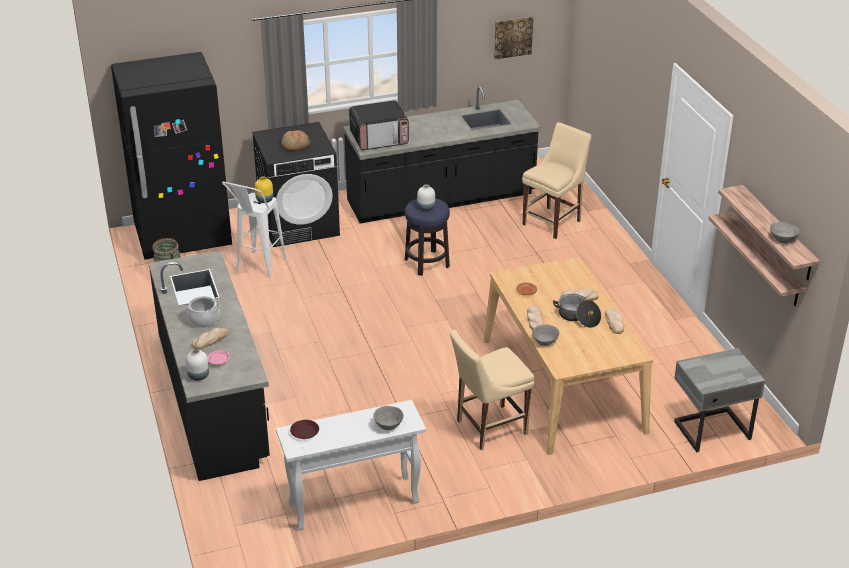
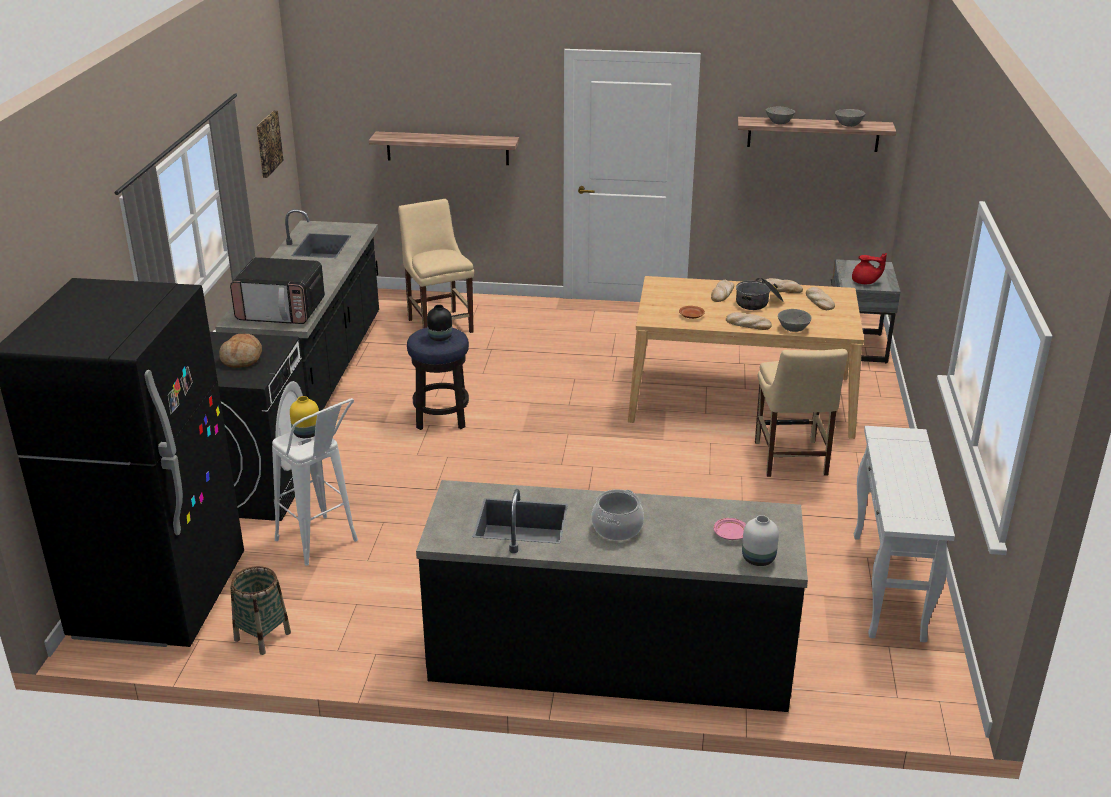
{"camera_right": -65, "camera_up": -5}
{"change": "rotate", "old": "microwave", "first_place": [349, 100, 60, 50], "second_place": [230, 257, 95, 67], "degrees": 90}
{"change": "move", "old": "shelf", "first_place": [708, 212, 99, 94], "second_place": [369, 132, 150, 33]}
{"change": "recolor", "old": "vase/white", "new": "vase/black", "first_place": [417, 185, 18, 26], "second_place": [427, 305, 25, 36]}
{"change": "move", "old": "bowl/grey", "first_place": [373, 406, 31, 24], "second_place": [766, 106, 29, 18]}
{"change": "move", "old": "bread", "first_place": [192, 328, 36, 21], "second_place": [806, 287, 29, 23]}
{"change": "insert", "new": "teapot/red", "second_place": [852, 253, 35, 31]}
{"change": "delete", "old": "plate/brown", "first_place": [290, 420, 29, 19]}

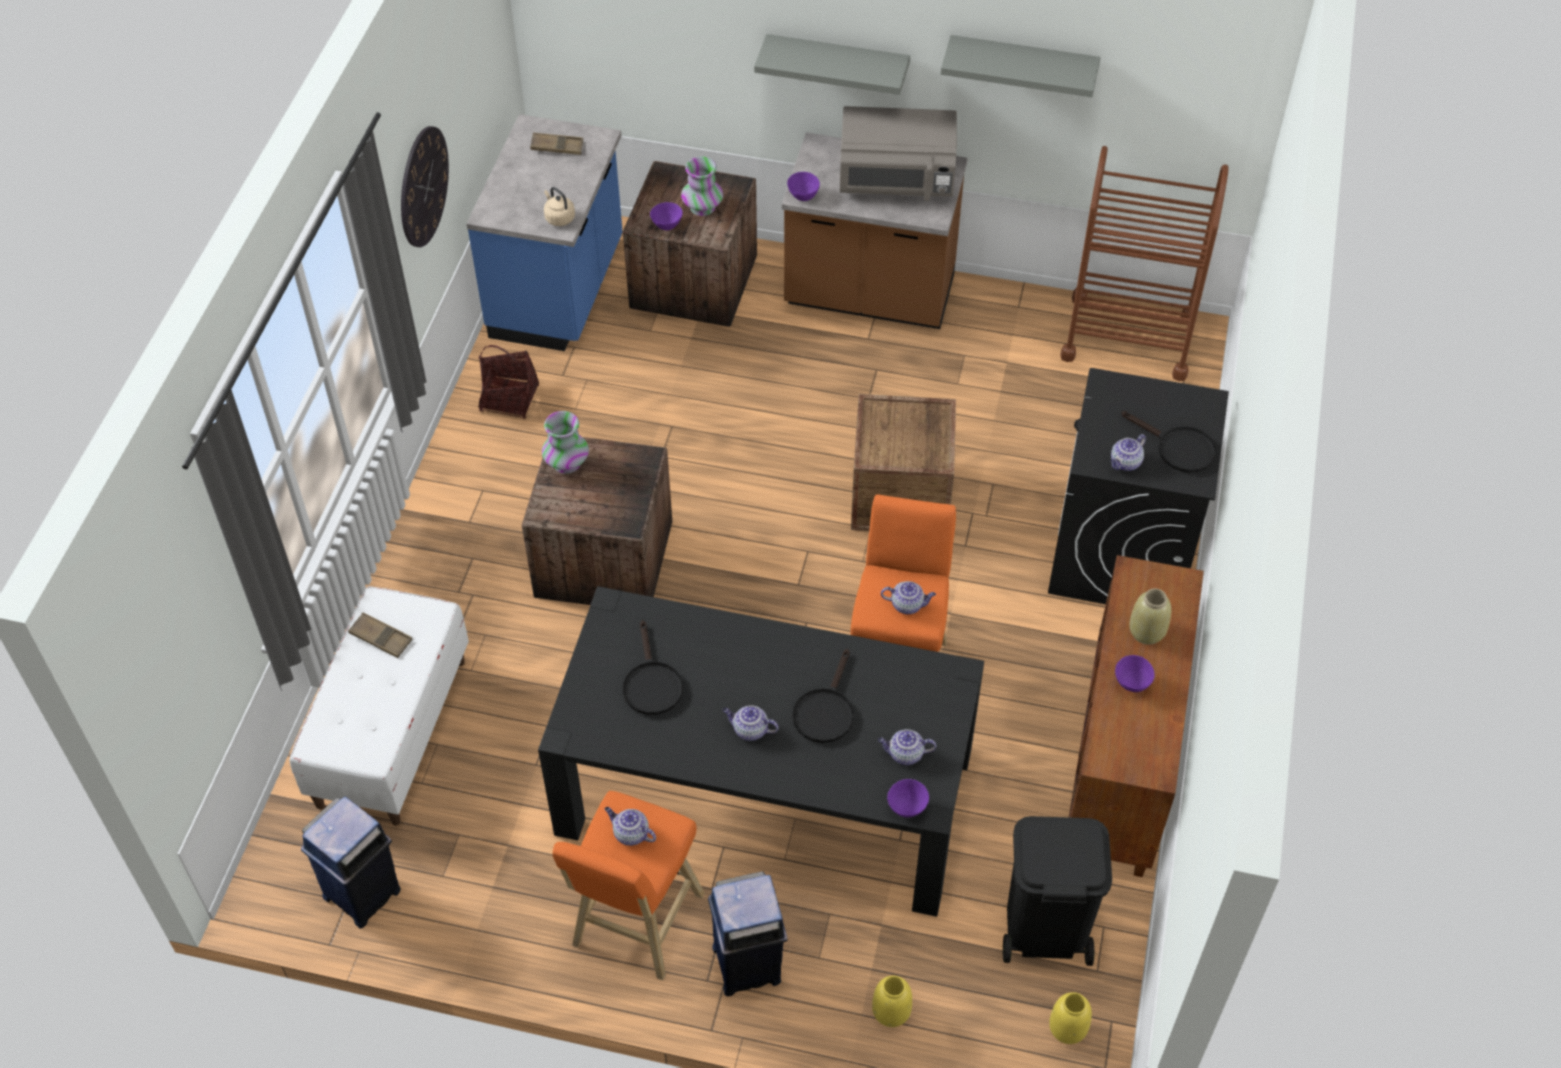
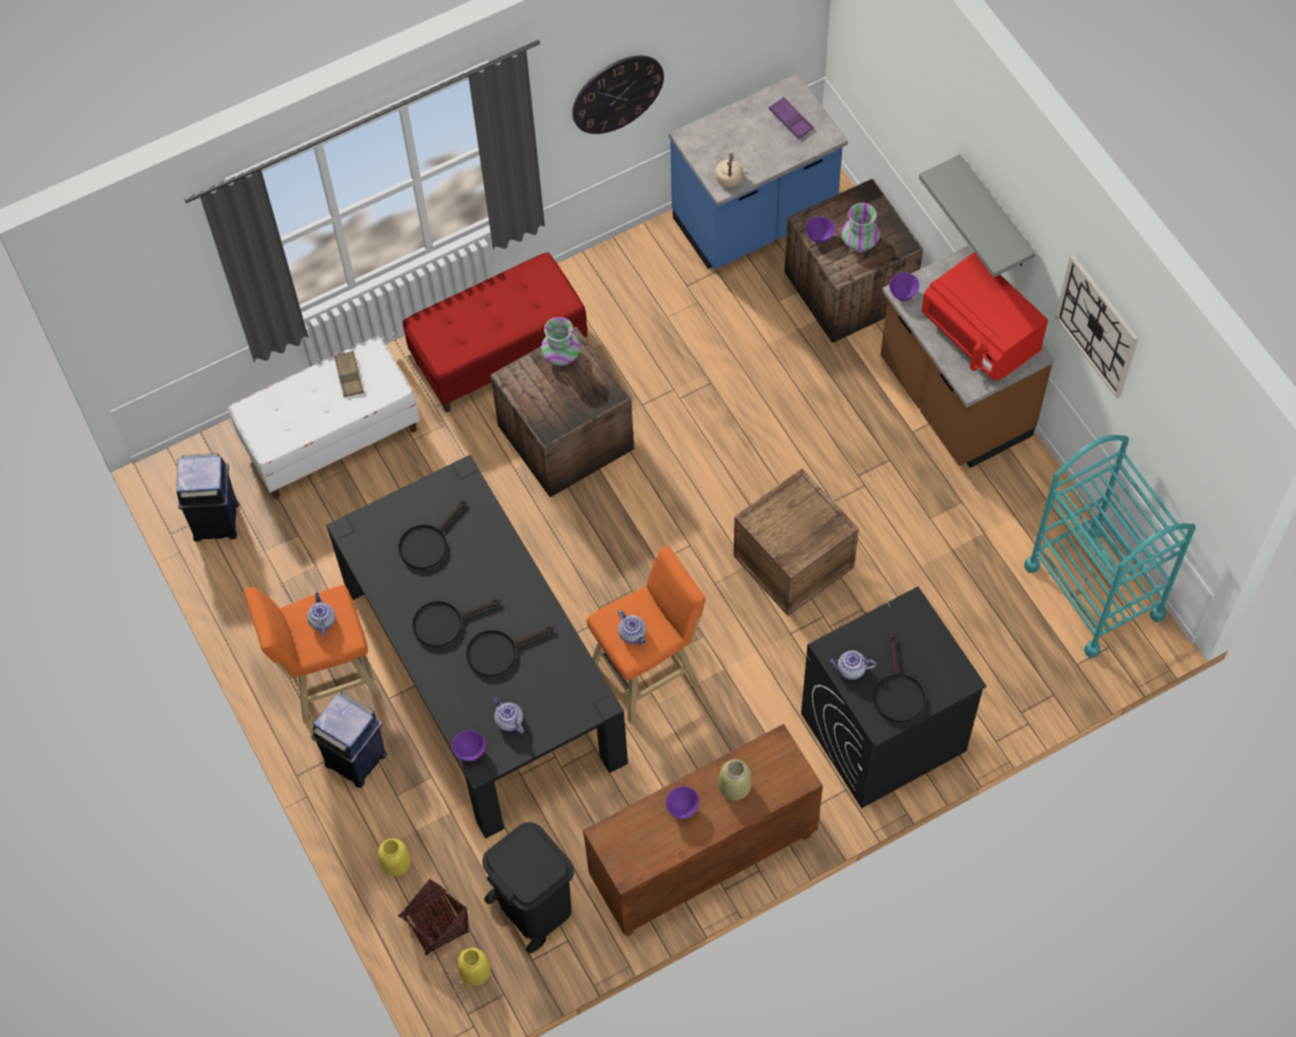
{"camera_right": 50, "camera_up": 10}
{"change": "move", "old": "basket", "first_place": [478, 345, 61, 74], "second_place": [398, 879, 71, 77]}
{"change": "insert", "new": "bench/red", "second_place": [403, 252, 185, 160]}
{"change": "replace", "old": "teapot", "new": "frying pan/black", "first_place": [723, 705, 55, 36], "second_place": [412, 599, 89, 48]}
{"change": "recolor", "old": "tray/brown", "new": "tray/purple", "first_place": [530, 132, 53, 23], "second_place": [769, 97, 45, 42]}
{"change": "recolor", "old": "microwave/grey", "new": "microwave/red", "first_place": [840, 106, 117, 95], "second_place": [922, 252, 126, 129]}
{"change": "recolor", "old": "cart/brown", "new": "cart/turquoise", "first_place": [1060, 146, 168, 235], "second_place": [1024, 435, 172, 223]}
{"change": "replace", "old": "shelf/grey", "new": "wall clock", "first_place": [941, 35, 160, 62], "second_place": [1055, 255, 84, 144]}

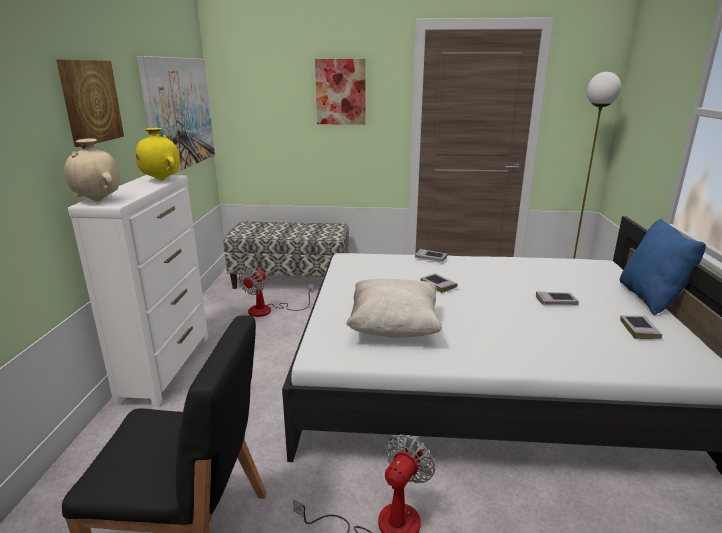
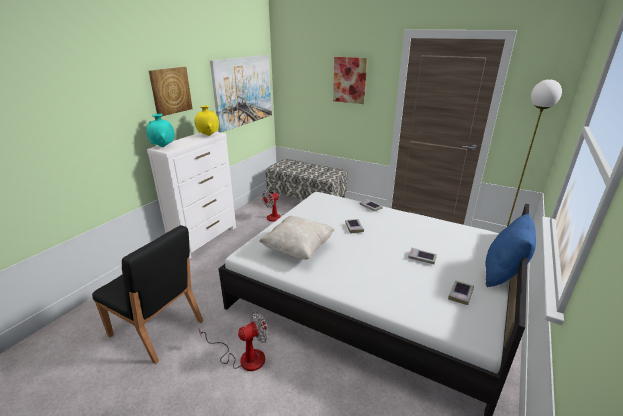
{"camera_right": 25, "camera_up": 5}
{"change": "recolor", "old": "vase/beige", "new": "vase/turquoise", "first_place": [64, 138, 56, 64], "second_place": [146, 114, 29, 33]}

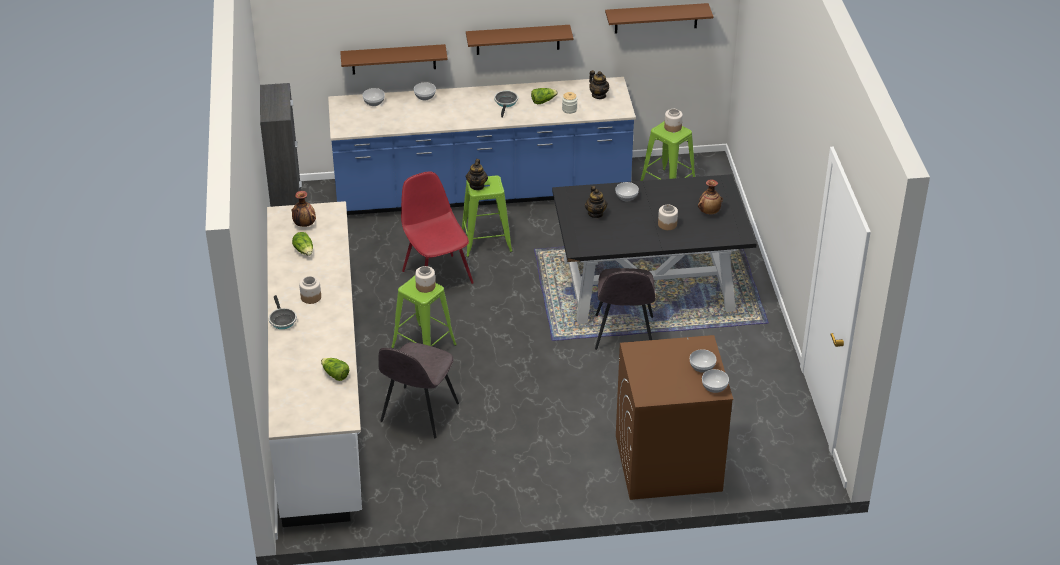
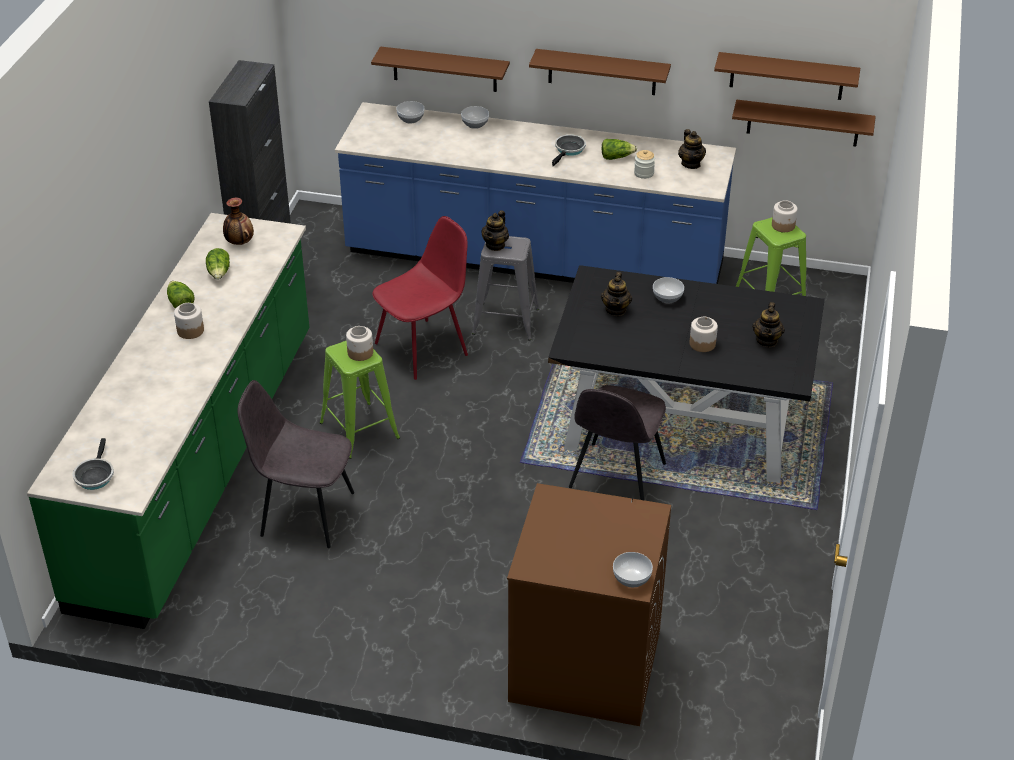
{"camera_right": 20, "camera_up": 0}
{"change": "recolor", "old": "counter/white", "new": "counter/green", "first_place": [267, 201, 95, 326], "second_place": [27, 213, 283, 416]}
{"change": "move", "old": "frying pan", "first_place": [269, 295, 28, 34], "second_place": [73, 438, 41, 52]}
{"change": "move", "old": "lettuce", "first_place": [321, 358, 28, 23], "second_place": [167, 281, 28, 28]}
{"change": "rotate", "old": "chair/grey", "first_place": [378, 342, 81, 96], "second_place": [238, 380, 116, 168], "degrees": 60}
{"change": "rotate", "old": "chair/red", "first_place": [401, 171, 73, 113], "second_place": [372, 216, 96, 164], "degrees": 60}
{"change": "recolor", "old": "stool/green", "new": "stool/grey", "first_place": [462, 175, 51, 82], "second_place": [472, 236, 67, 105]}
{"change": "insert", "new": "shelf/brown", "second_place": [732, 100, 144, 47]}
{"change": "replace", "old": "vase", "new": "teapot", "first_place": [698, 179, 25, 35], "second_place": [752, 302, 33, 45]}
{"change": "delete", "old": "bowl", "first_place": [690, 349, 26, 24]}

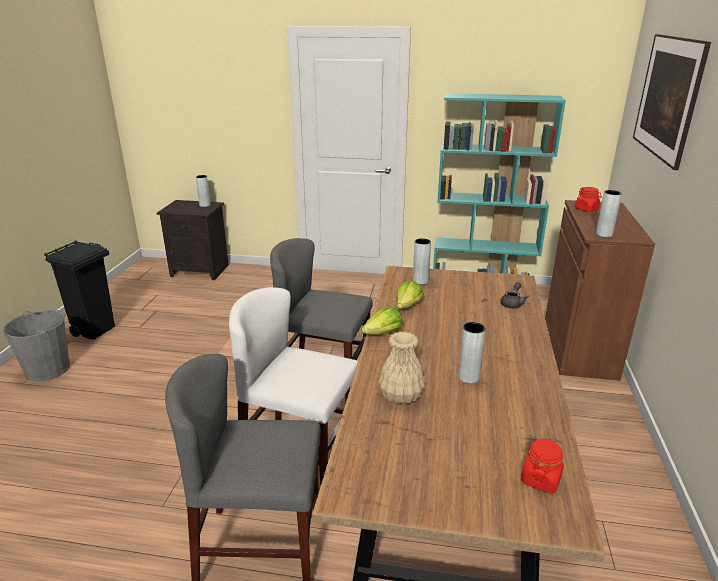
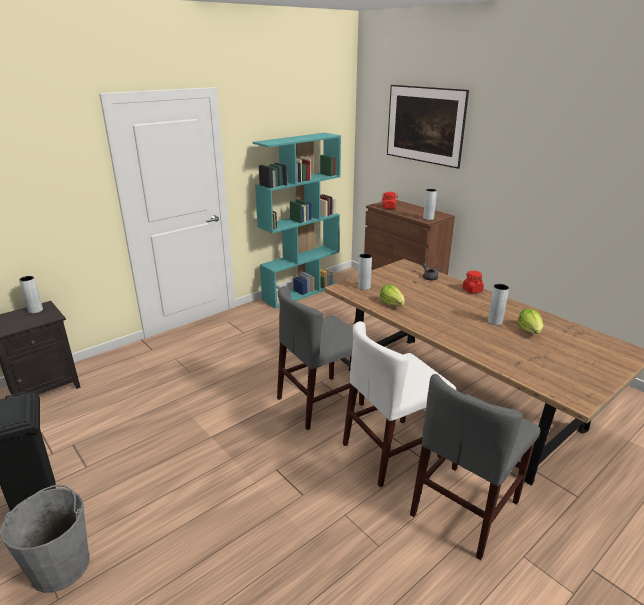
{"camera_right": -50, "camera_up": 0}
{"change": "move", "old": "jar/red", "first_place": [521, 438, 43, 56], "second_place": [462, 271, 22, 22]}
{"change": "move", "old": "lettuce", "first_place": [361, 307, 42, 28], "second_place": [517, 308, 27, 26]}
{"change": "delete", "old": "vase/beige", "first_place": [379, 332, 46, 72]}

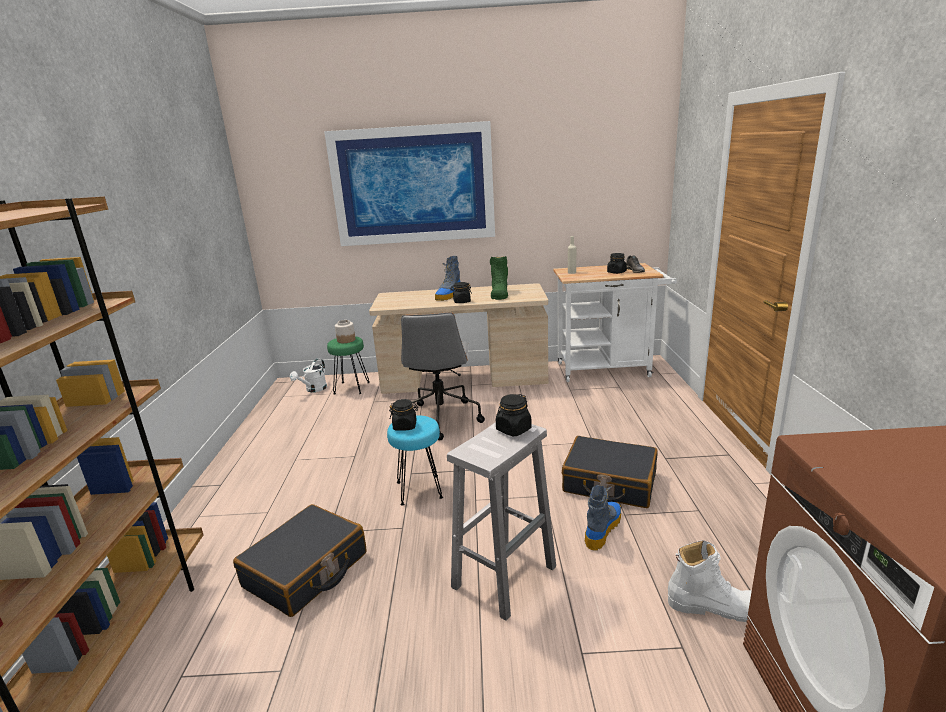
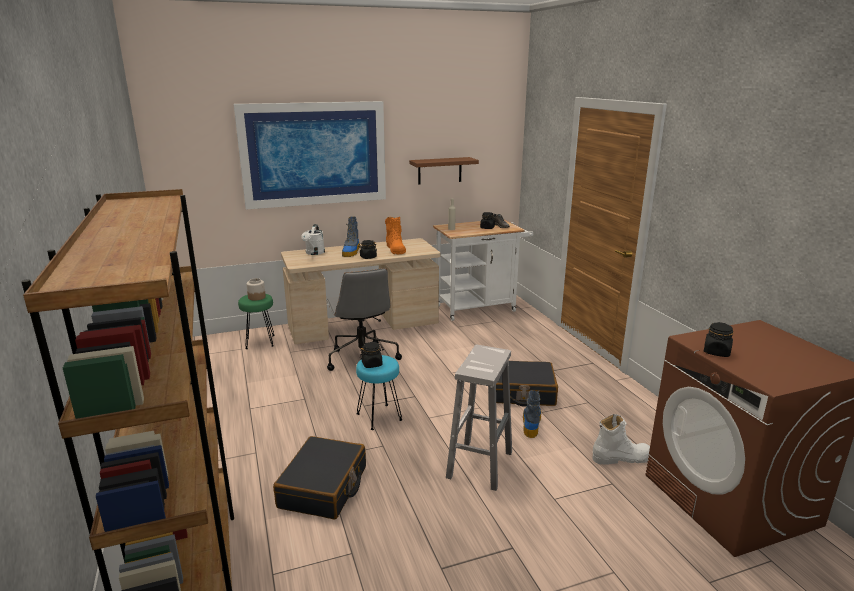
{"camera_right": -20, "camera_up": 0}
{"change": "move", "old": "watering can/white", "first_place": [290, 358, 37, 34], "second_place": [301, 224, 24, 31]}
{"change": "recolor", "old": "boot/green", "new": "boot/orange", "first_place": [490, 256, 18, 44], "second_place": [385, 217, 21, 37]}
{"change": "insert", "new": "shelf/brown", "second_place": [409, 157, 70, 28]}
{"change": "move", "old": "jar/black", "first_place": [496, 394, 36, 42], "second_place": [704, 322, 29, 35]}

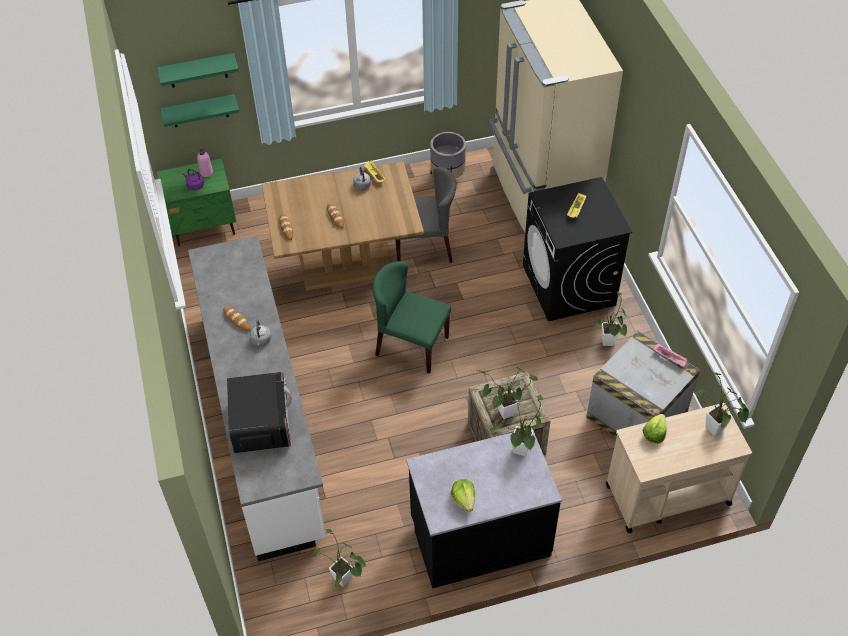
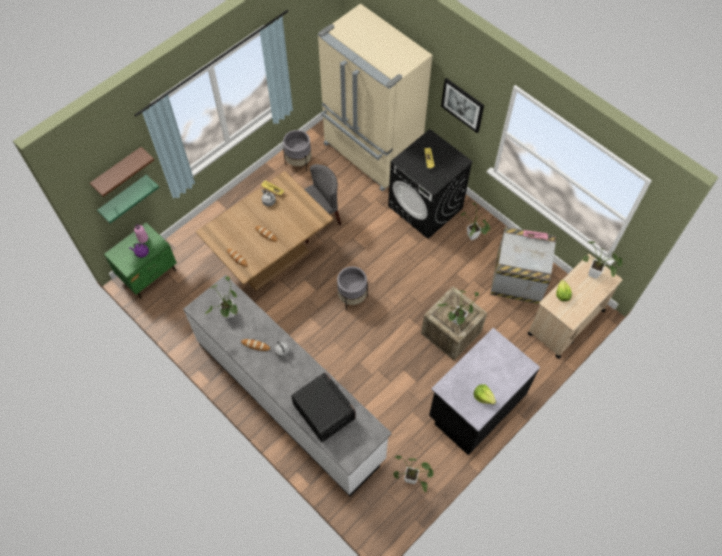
{"camera_right": -30, "camera_up": 10}
{"change": "recolor", "old": "shelf/green", "new": "shelf/brown", "first_place": [157, 53, 82, 35], "second_place": [90, 147, 64, 50]}
{"change": "move", "old": "potted plant", "first_place": [489, 395, 54, 61], "second_place": [205, 276, 33, 42]}
{"change": "replace", "old": "chair/green", "new": "planter/grey", "first_place": [373, 261, 78, 113], "second_place": [337, 266, 31, 44]}
{"change": "insert", "new": "picture", "second_place": [441, 78, 43, 55]}

